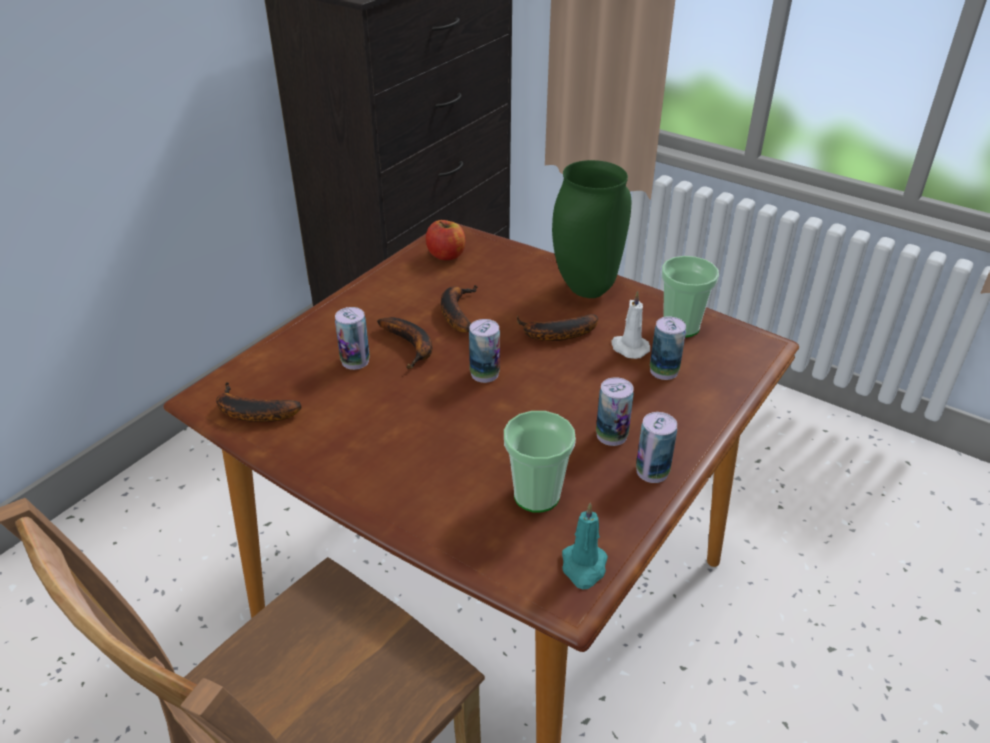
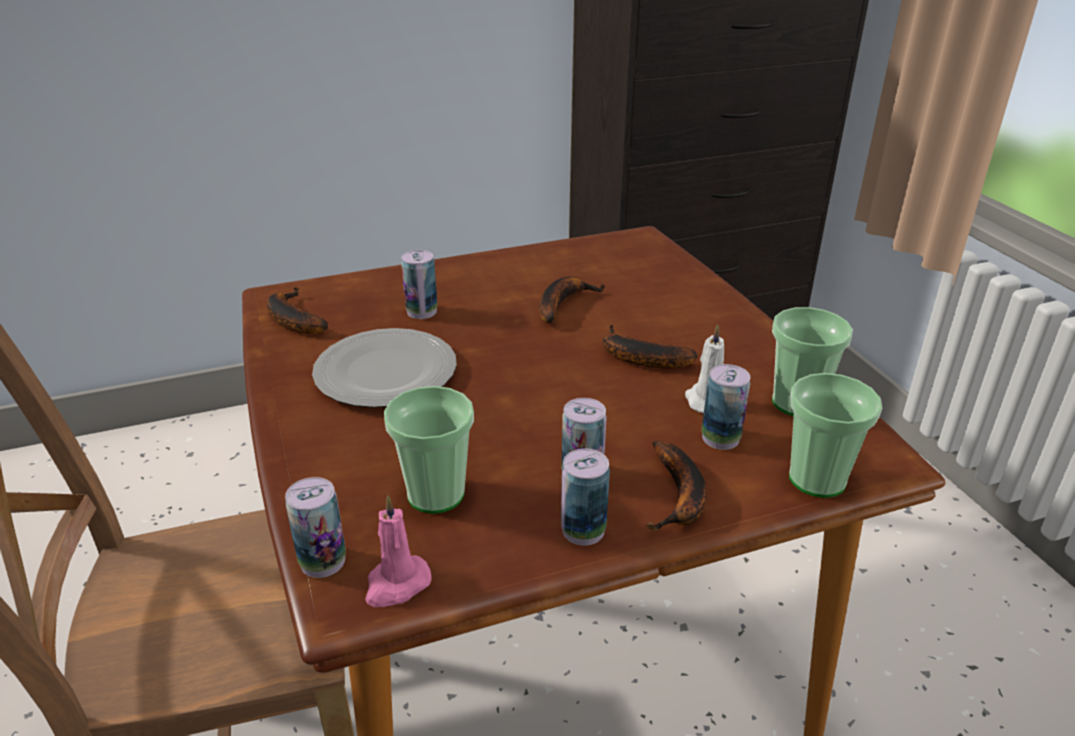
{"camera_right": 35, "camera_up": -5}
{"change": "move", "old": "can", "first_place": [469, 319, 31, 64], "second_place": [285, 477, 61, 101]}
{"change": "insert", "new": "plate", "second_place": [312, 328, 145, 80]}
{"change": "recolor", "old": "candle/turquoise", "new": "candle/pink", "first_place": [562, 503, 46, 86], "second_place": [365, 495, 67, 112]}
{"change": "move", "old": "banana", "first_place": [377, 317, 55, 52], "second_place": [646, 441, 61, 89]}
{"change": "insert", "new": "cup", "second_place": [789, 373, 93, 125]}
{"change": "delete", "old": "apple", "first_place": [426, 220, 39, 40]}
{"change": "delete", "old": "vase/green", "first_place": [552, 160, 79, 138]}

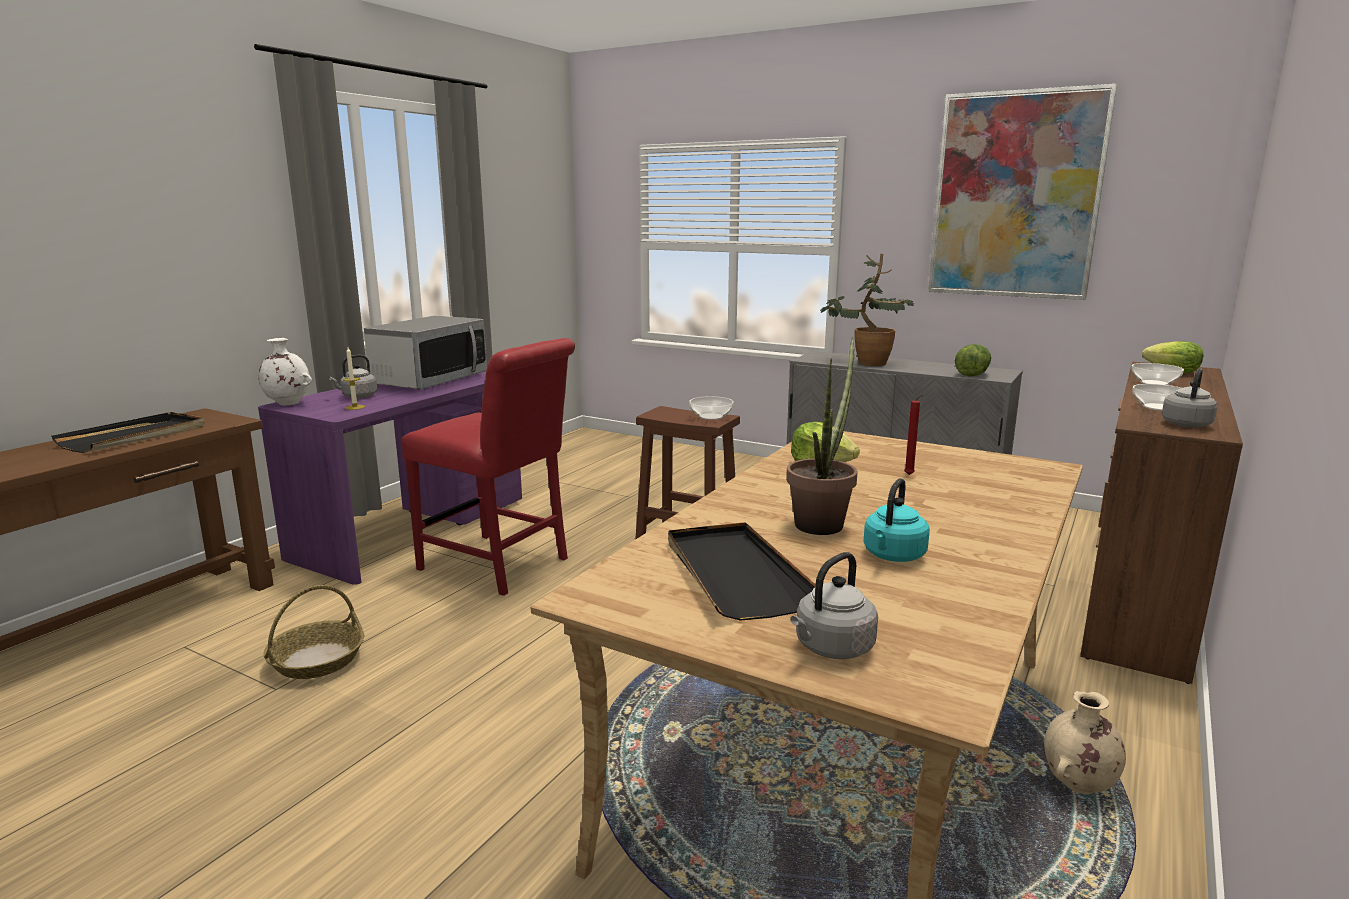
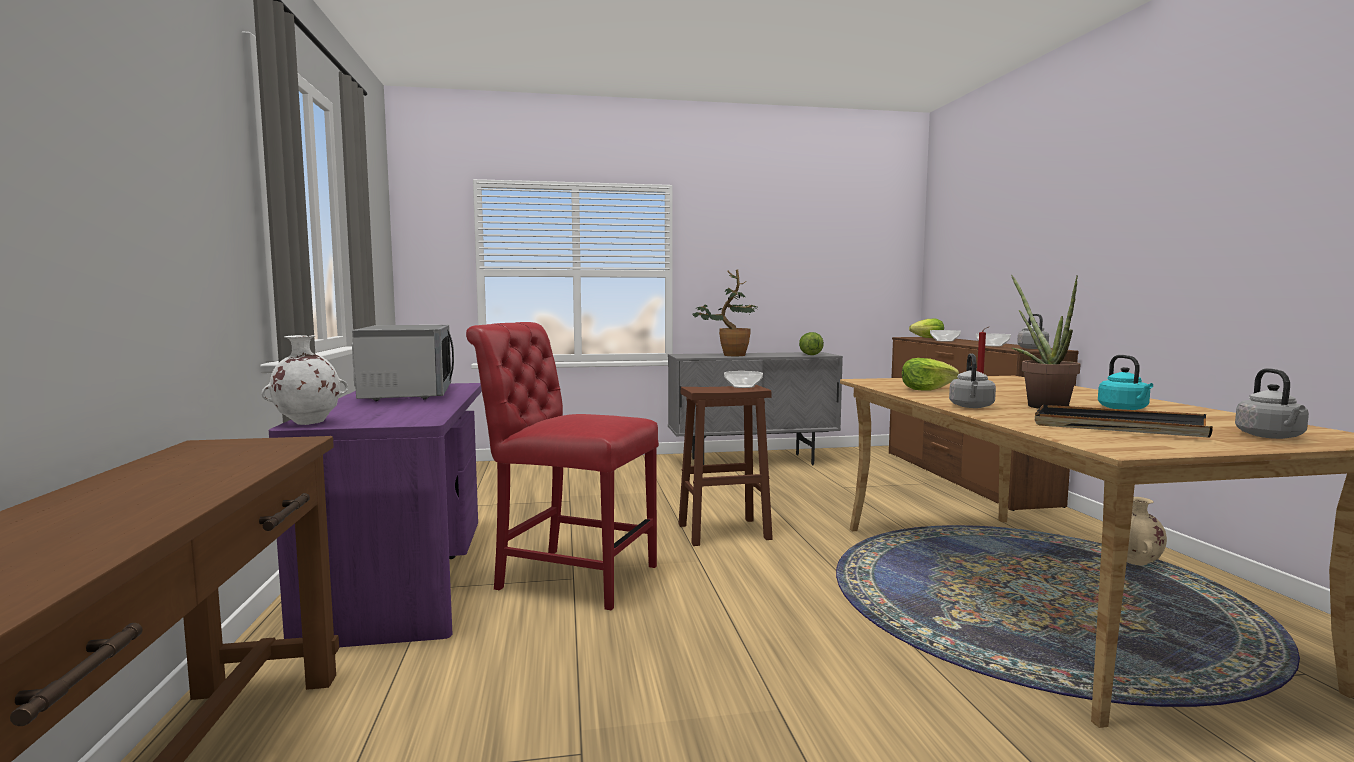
{"camera_right": -40, "camera_up": -10}
{"change": "rotate", "old": "chair/red", "first_place": [401, 338, 174, 258], "second_place": [466, 322, 193, 288], "degrees": -150}
{"change": "move", "old": "kettle/grey", "first_place": [329, 355, 48, 43], "second_place": [949, 353, 47, 55]}
{"change": "delete", "old": "tray/black", "first_place": [51, 412, 154, 41]}
{"change": "delete", "old": "basket", "first_place": [264, 585, 100, 94]}
{"change": "delete", "old": "candle", "first_place": [343, 347, 22, 63]}
{"change": "delete", "old": "picture", "first_place": [928, 84, 189, 216]}

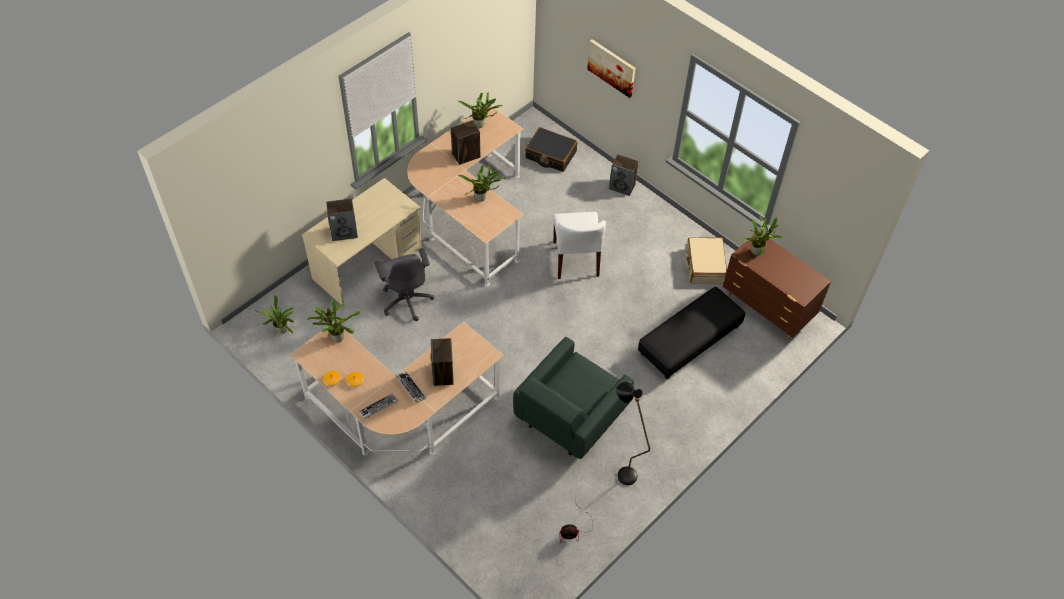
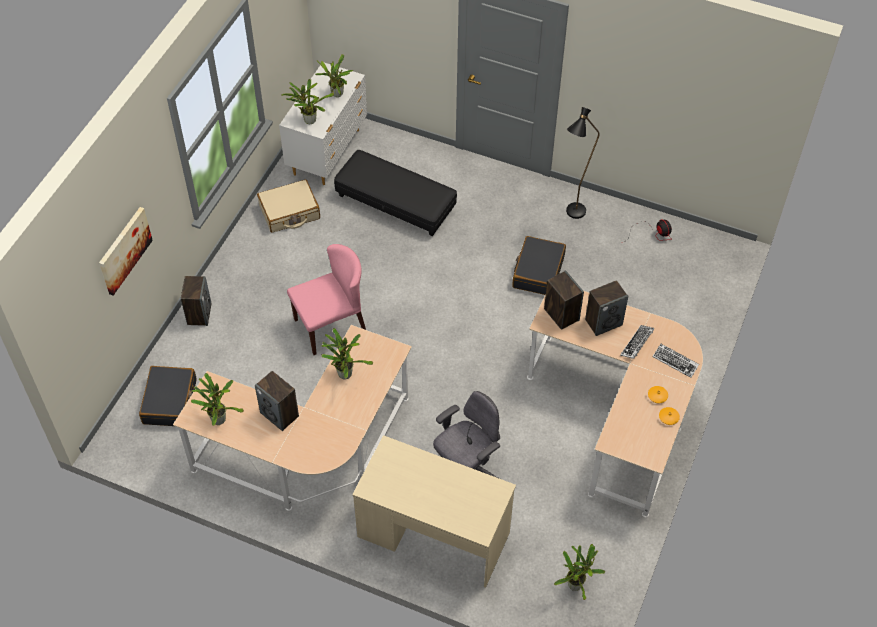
{"camera_right": -110, "camera_up": 0}
{"change": "recolor", "old": "dresser/brown", "new": "dresser/white", "first_place": [723, 231, 108, 110], "second_place": [279, 63, 88, 122]}
{"change": "recolor", "old": "chair/white", "new": "chair/pink", "first_place": [553, 212, 53, 67], "second_place": [287, 244, 79, 111]}
{"change": "move", "old": "potted plant", "first_place": [307, 300, 53, 42], "second_place": [315, 54, 38, 43]}
{"change": "replace", "old": "armchair/green", "new": "suitcase/black", "first_place": [513, 337, 121, 122], "second_place": [512, 236, 54, 59]}
{"change": "move", "old": "speaker", "first_place": [326, 199, 32, 42], "second_place": [544, 270, 40, 60]}

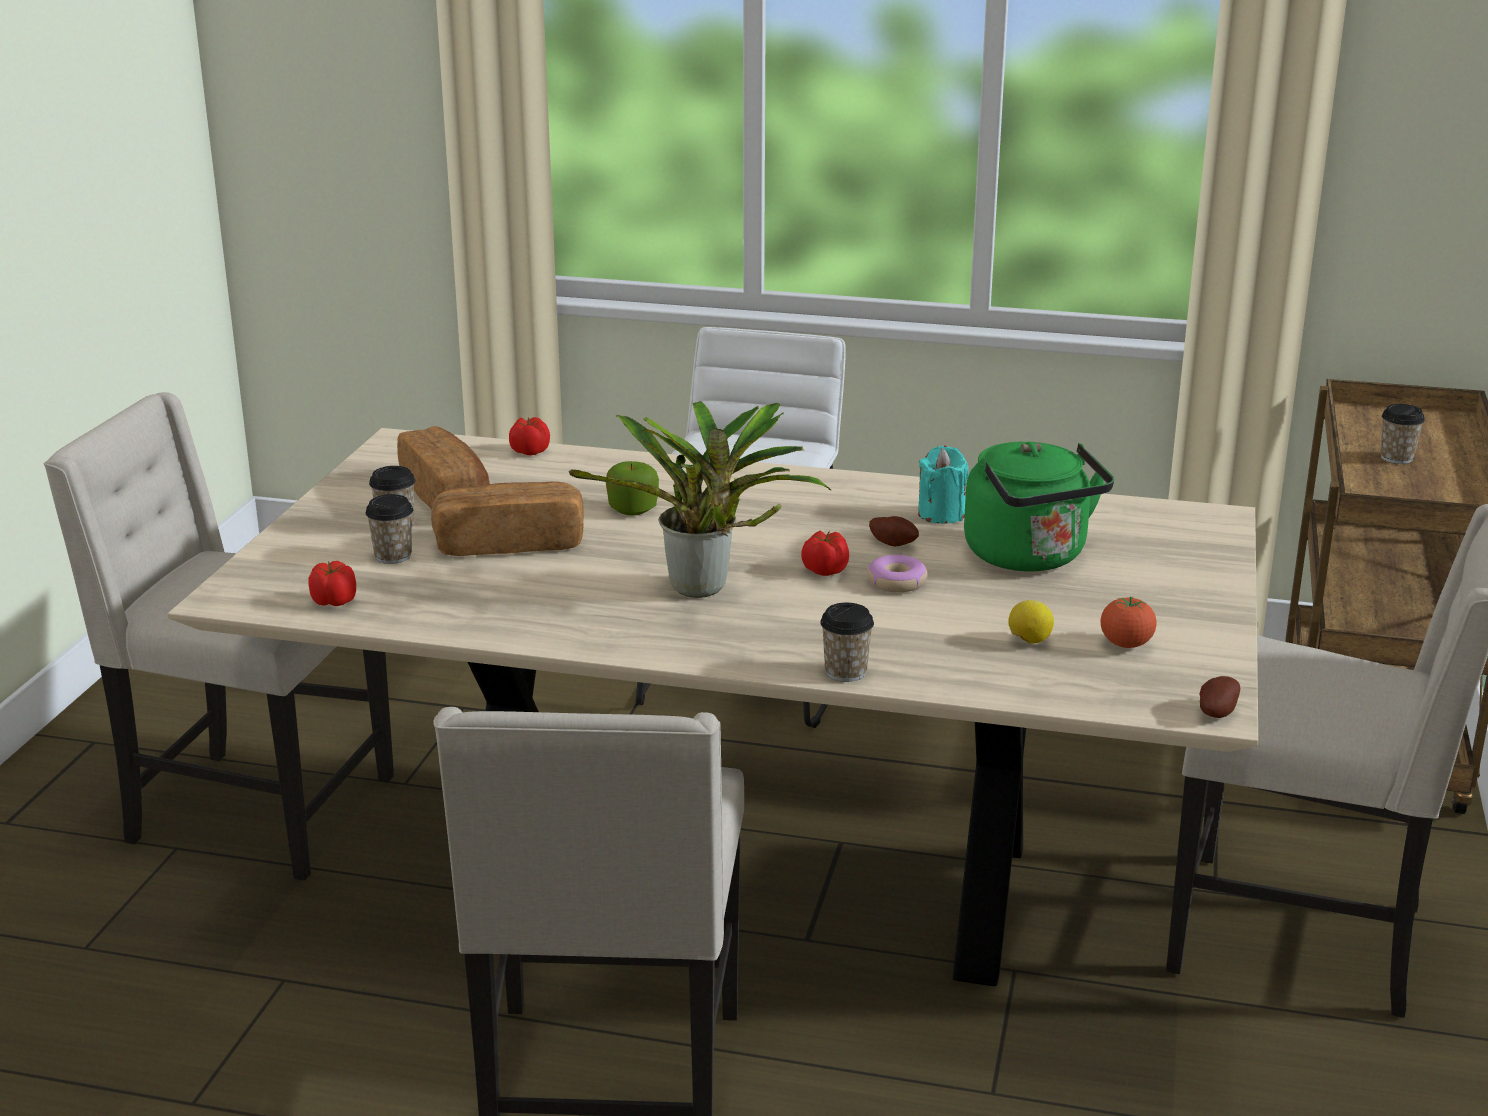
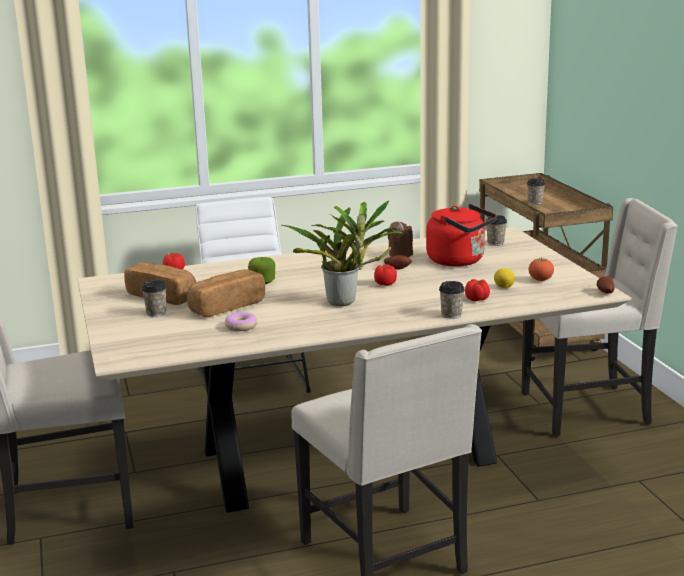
{"camera_right": -30, "camera_up": -5}
{"change": "move", "old": "donut", "first_place": [867, 555, 61, 38], "second_place": [225, 312, 32, 19]}
{"change": "recolor", "old": "candle/turquoise", "new": "candle/brown", "first_place": [918, 446, 51, 78], "second_place": [387, 222, 26, 35]}
{"change": "recolor", "old": "kettle/green", "new": "kettle/red", "first_place": [964, 442, 150, 130], "second_place": [426, 204, 71, 63]}
{"change": "move", "old": "tomato", "first_place": [309, 561, 47, 45], "second_place": [465, 279, 25, 23]}
{"change": "move", "old": "cup", "first_place": [366, 494, 47, 70], "second_place": [486, 215, 21, 31]}

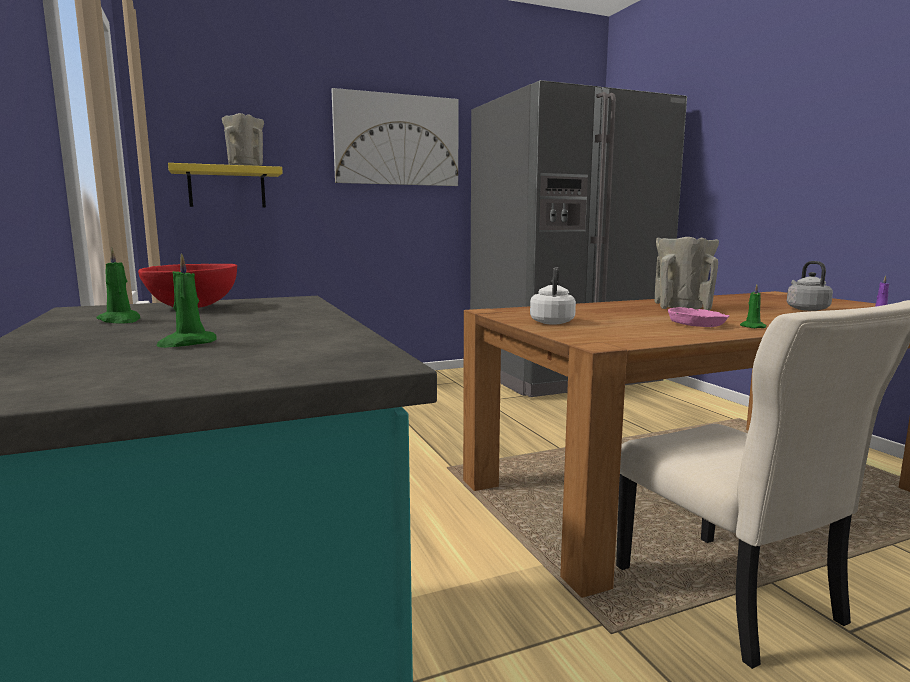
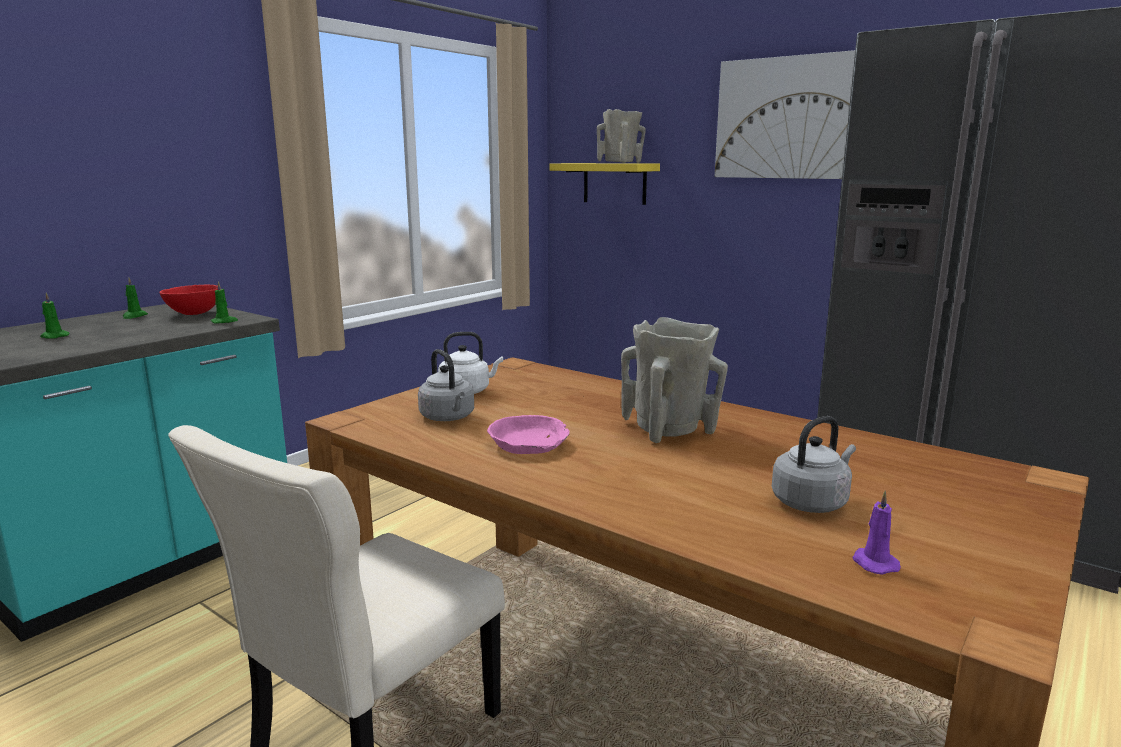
{"camera_right": 60, "camera_up": 5}
{"change": "move", "old": "candle/green", "first_place": [740, 284, 27, 44], "second_place": [211, 281, 27, 43]}
{"change": "insert", "new": "kettle/grey", "second_place": [418, 349, 56, 72]}

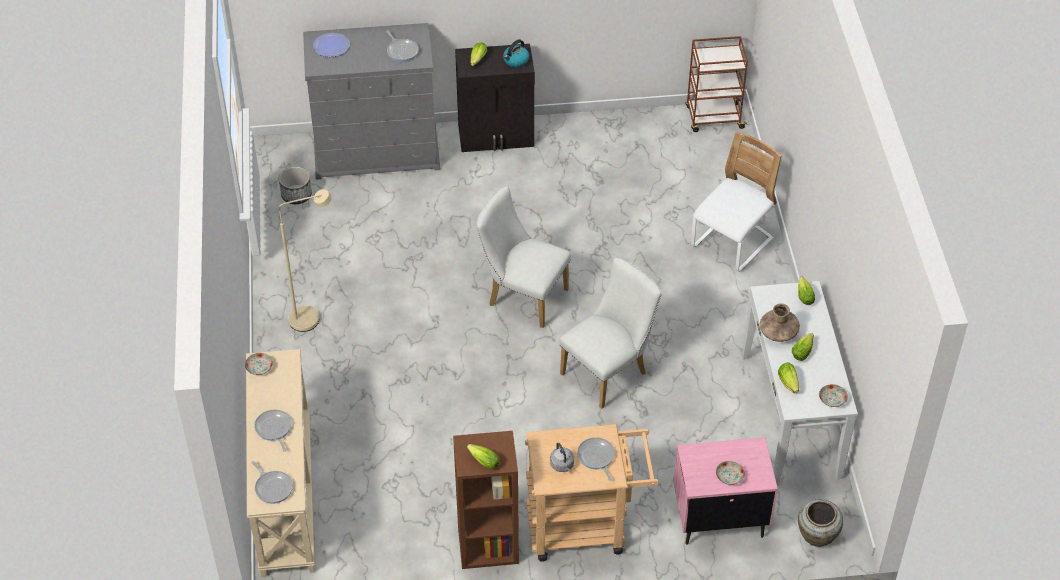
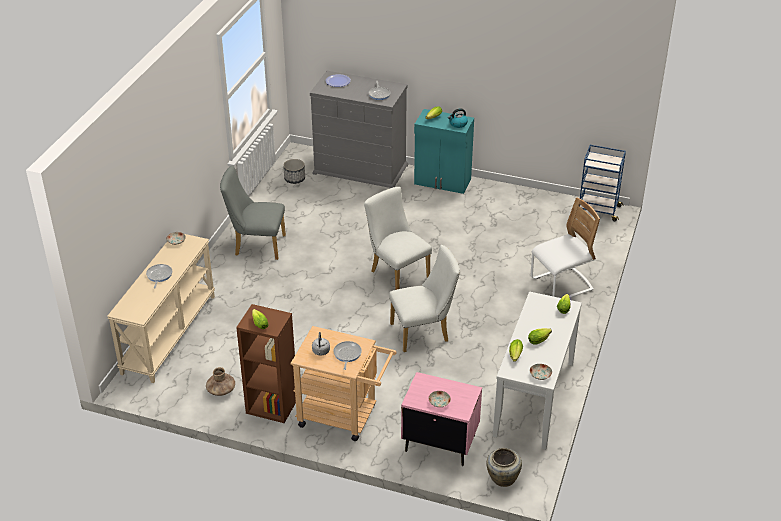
{"camera_right": 25, "camera_up": -10}
{"change": "move", "old": "vase/brown", "first_place": [760, 303, 40, 39], "second_place": [206, 367, 29, 29]}
{"change": "replace", "old": "floor lamp/beige", "new": "chair/grey", "first_place": [279, 189, 53, 143], "second_place": [220, 165, 66, 95]}
{"change": "recolor", "old": "cabinet/black", "new": "cabinet/turquoise", "first_place": [455, 44, 80, 108], "second_place": [414, 109, 60, 85]}
{"change": "recolor", "old": "cart/brown", "new": "cart/blue", "first_place": [685, 36, 63, 96], "second_place": [579, 145, 47, 76]}
{"change": "delete", "old": "frying pan", "first_place": [251, 461, 42, 43]}

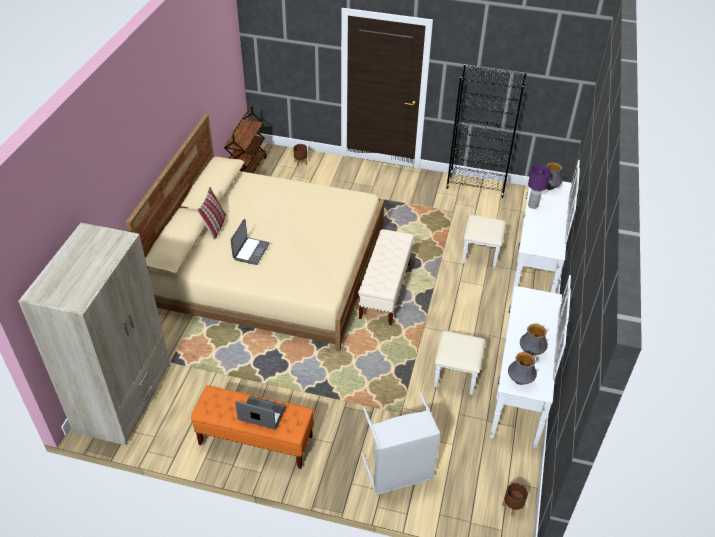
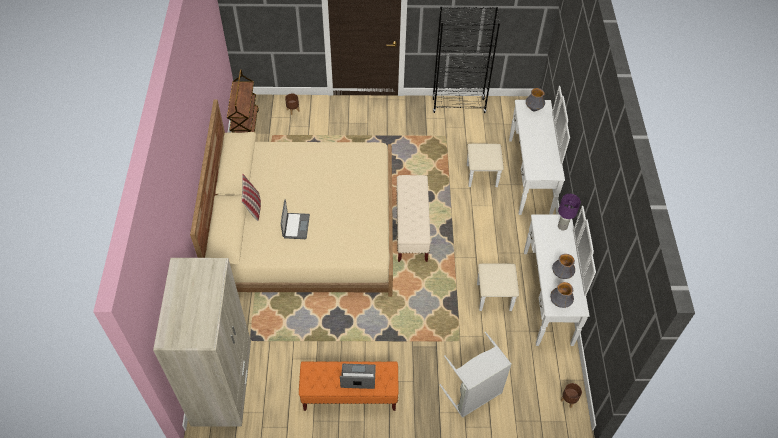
{"camera_right": -15, "camera_up": 10}
{"change": "move", "old": "table lamp/purple", "first_place": [528, 165, 23, 44], "second_place": [558, 194, 23, 36]}

